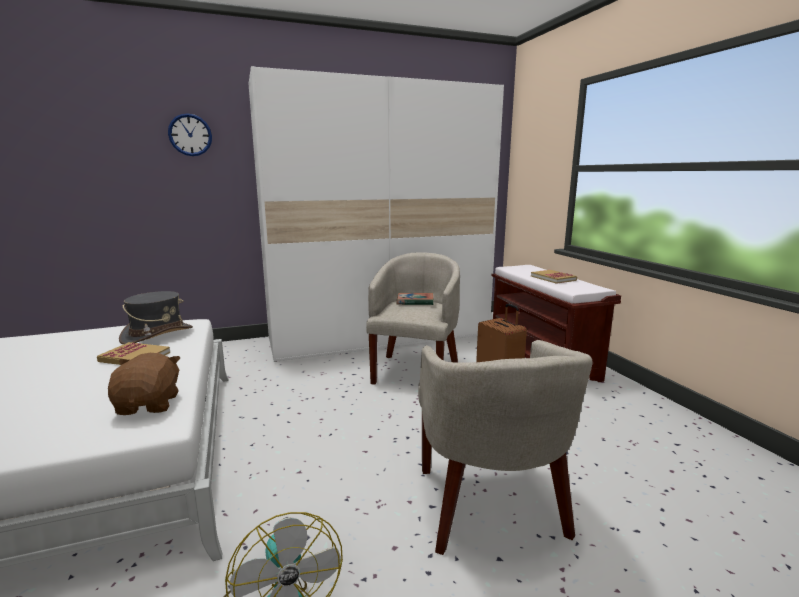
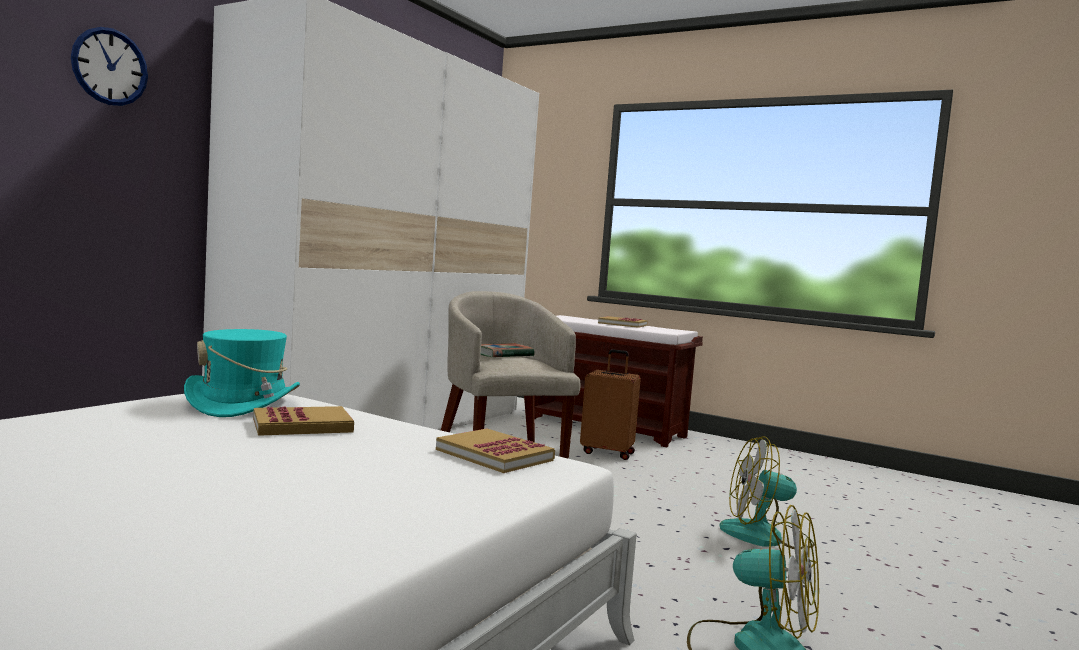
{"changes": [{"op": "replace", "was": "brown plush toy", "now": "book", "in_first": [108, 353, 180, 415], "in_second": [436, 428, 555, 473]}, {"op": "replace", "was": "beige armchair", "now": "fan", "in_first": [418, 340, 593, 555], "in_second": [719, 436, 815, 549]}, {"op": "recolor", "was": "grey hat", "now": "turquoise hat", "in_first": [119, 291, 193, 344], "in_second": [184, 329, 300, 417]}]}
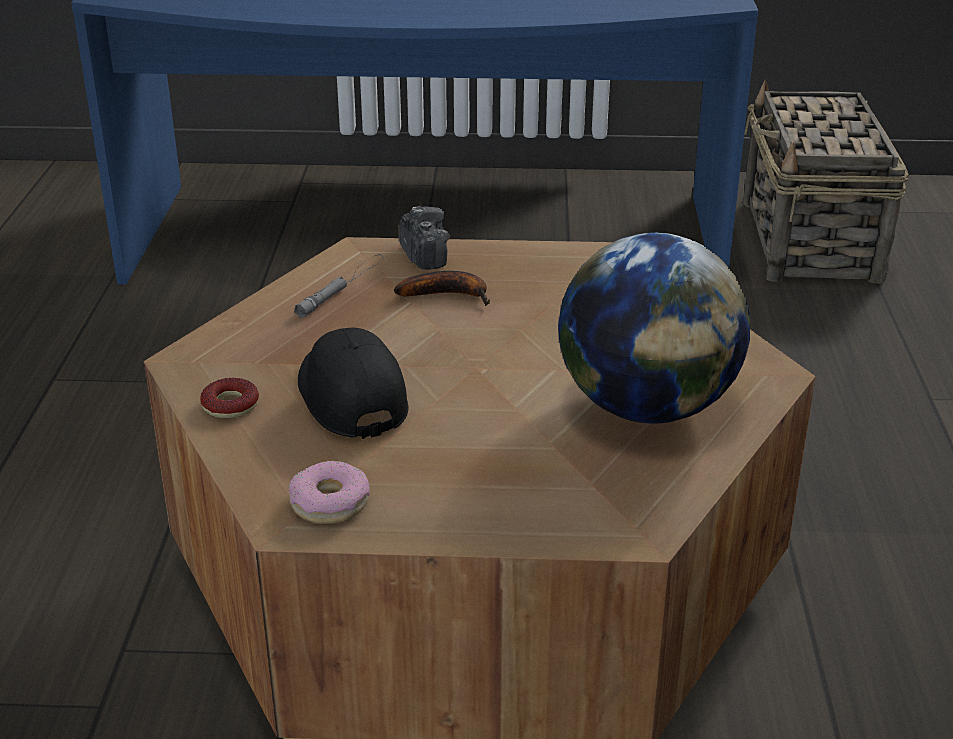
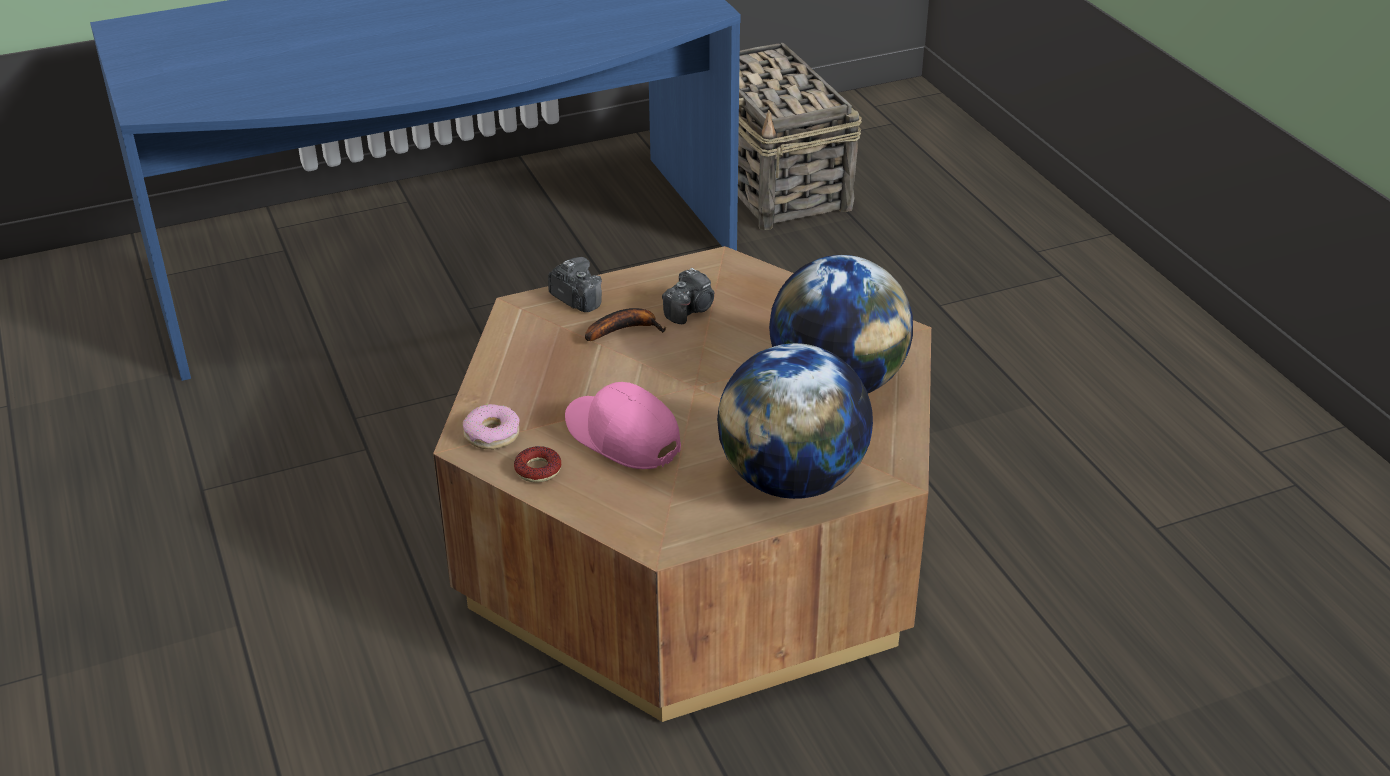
{"changes": [{"op": "delete", "was": "grey flashlight", "in_first": [294, 254, 384, 318]}, {"op": "insert", "now": "photo camera", "in_second": [662, 268, 715, 324]}, {"op": "insert", "now": "globe", "in_second": [717, 343, 873, 499]}, {"op": "move", "was": "donut", "in_first": [289, 461, 370, 524], "in_second": [463, 404, 520, 449]}, {"op": "recolor", "was": "black cap", "now": "pink cap", "in_first": [298, 327, 408, 439], "in_second": [565, 382, 681, 469]}]}
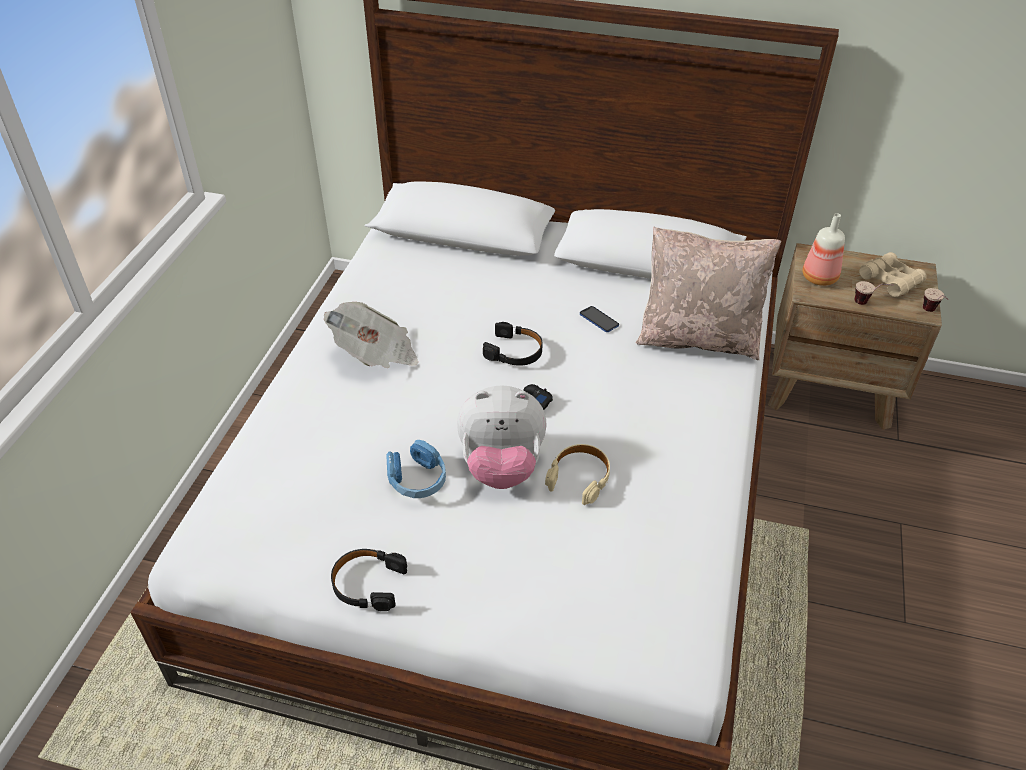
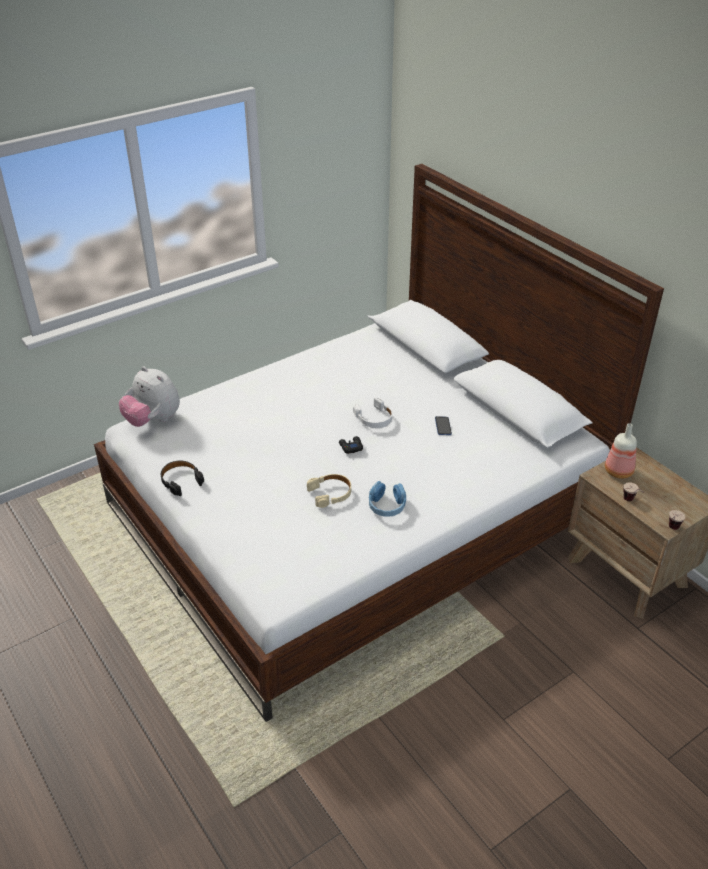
{"changes": [{"op": "delete", "was": "newspaper", "in_first": [324, 302, 419, 368]}, {"op": "delete", "was": "beige pillow", "in_first": [636, 227, 781, 360]}, {"op": "delete", "was": "beige binoculars", "in_first": [859, 252, 927, 297]}, {"op": "move", "was": "blue headphones", "in_first": [386, 440, 446, 498], "in_second": [369, 481, 406, 517]}, {"op": "move", "was": "plush toy", "in_first": [457, 385, 547, 489], "in_second": [119, 366, 180, 427]}, {"op": "recolor", "was": "black headphones", "now": "white headphones", "in_first": [483, 322, 543, 366], "in_second": [353, 397, 392, 428]}]}
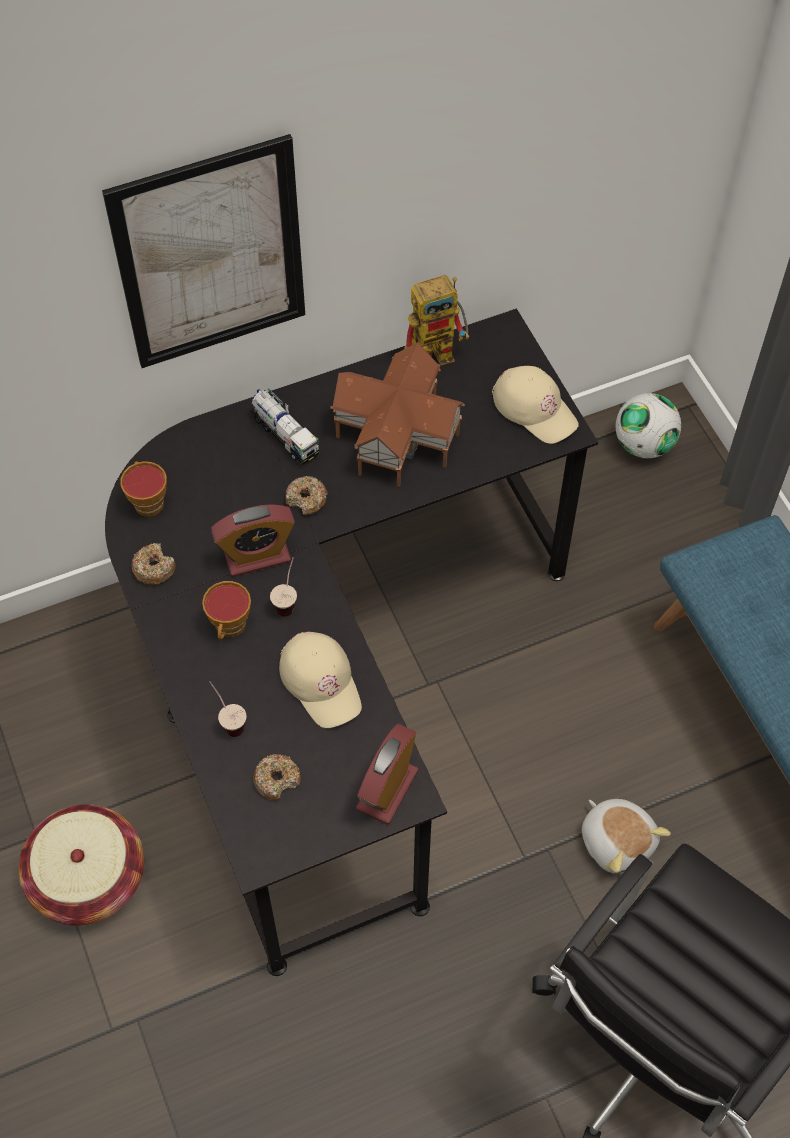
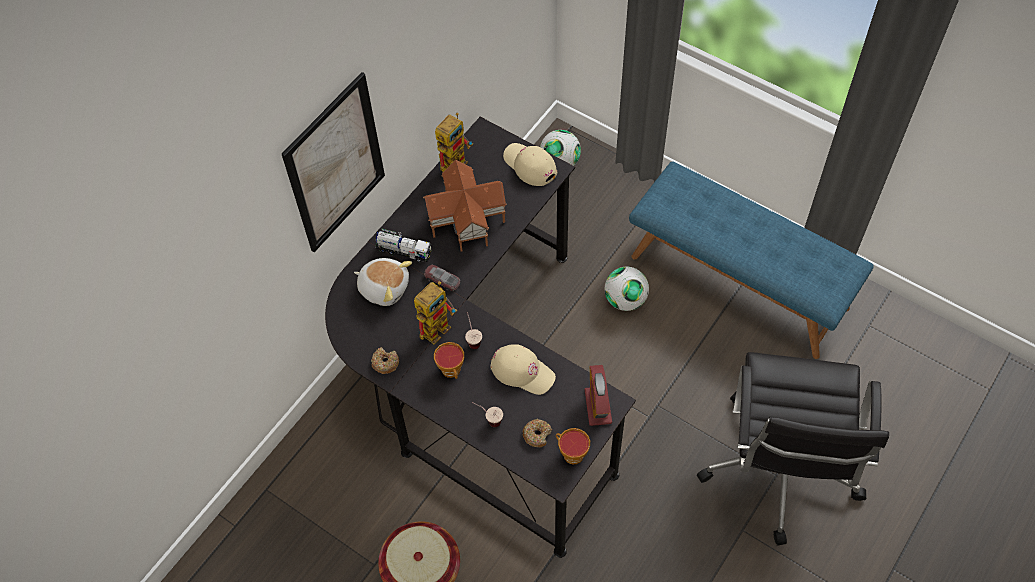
{"changes": [{"op": "insert", "now": "football", "in_second": [605, 267, 649, 311]}, {"op": "move", "was": "cup", "in_first": [120, 461, 167, 517], "in_second": [556, 428, 590, 464]}, {"op": "move", "was": "plush toy", "in_first": [582, 799, 671, 874], "in_second": [354, 258, 412, 306]}, {"op": "replace", "was": "alarm clock", "now": "toy robot", "in_first": [211, 504, 295, 577], "in_second": [414, 281, 457, 344]}, {"op": "replace", "was": "donut", "now": "toy car", "in_first": [286, 476, 328, 515], "in_second": [424, 265, 461, 291]}, {"op": "rotate", "was": "beige cap", "in_first": [492, 366, 579, 444], "in_second": [503, 143, 557, 186], "clockwise": -150}]}
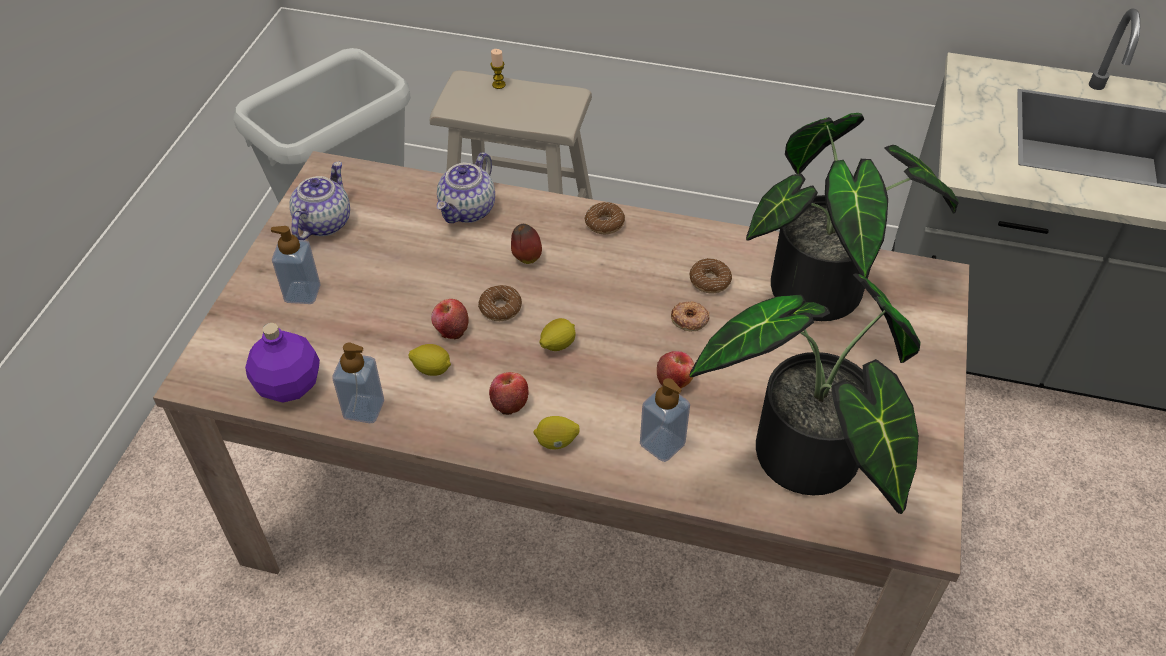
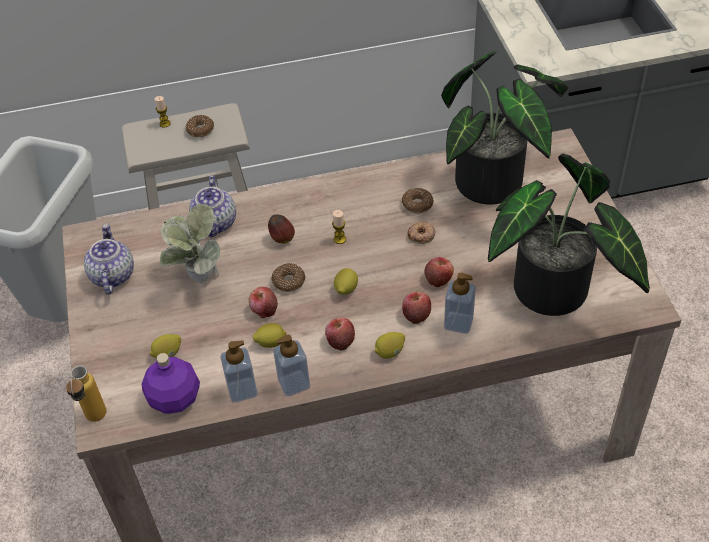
{"changes": [{"op": "insert", "now": "bottle", "in_second": [66, 365, 106, 422]}, {"op": "insert", "now": "lemon", "in_second": [150, 334, 181, 359]}, {"op": "insert", "now": "potted plant", "in_second": [160, 204, 220, 283]}, {"op": "insert", "now": "candle", "in_second": [332, 210, 346, 244]}, {"op": "insert", "now": "apple", "in_second": [402, 292, 431, 324]}, {"op": "move", "was": "soap dispenser", "in_first": [271, 226, 321, 304], "in_second": [273, 334, 310, 396]}, {"op": "move", "was": "donut", "in_first": [584, 202, 625, 234], "in_second": [185, 115, 214, 137]}]}
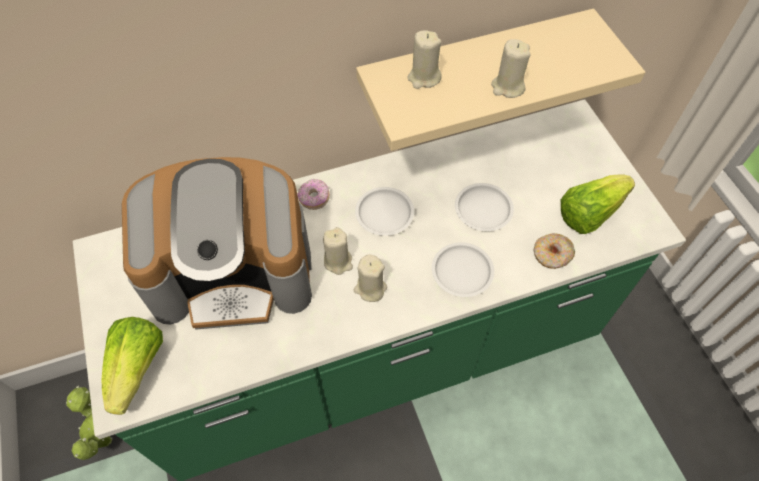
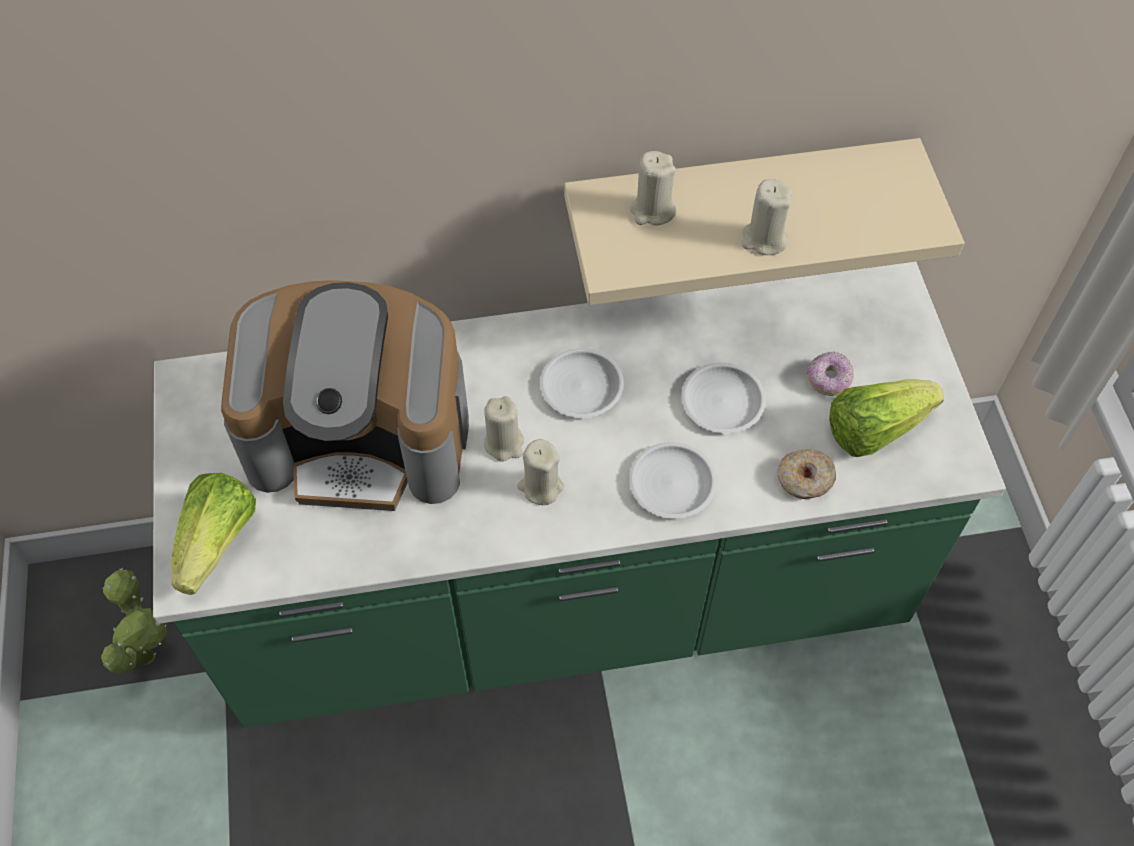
{"changes": [{"op": "move", "was": "donut", "in_first": [298, 179, 330, 210], "in_second": [806, 351, 854, 396]}]}
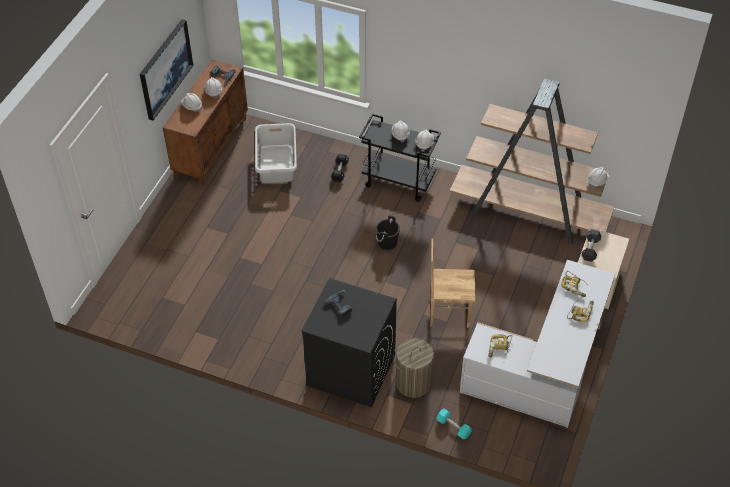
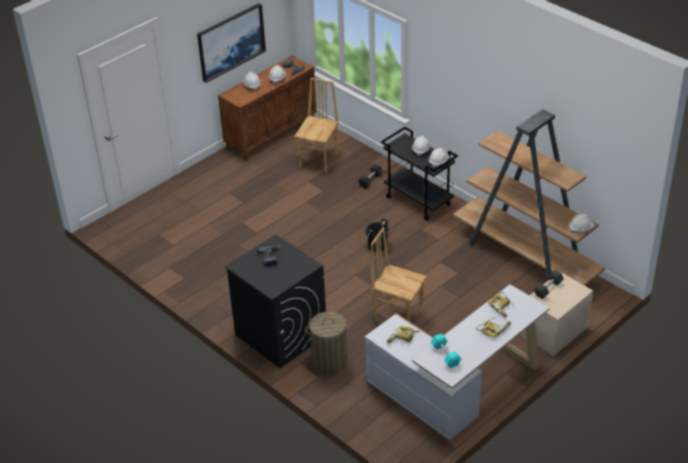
{"changes": [{"op": "move", "was": "turquoise dumbbell", "in_first": [436, 409, 472, 439], "in_second": [431, 333, 461, 368]}, {"op": "replace", "was": "grey laundry basket", "now": "brown chair", "in_first": [255, 123, 297, 183], "in_second": [294, 78, 339, 173]}]}
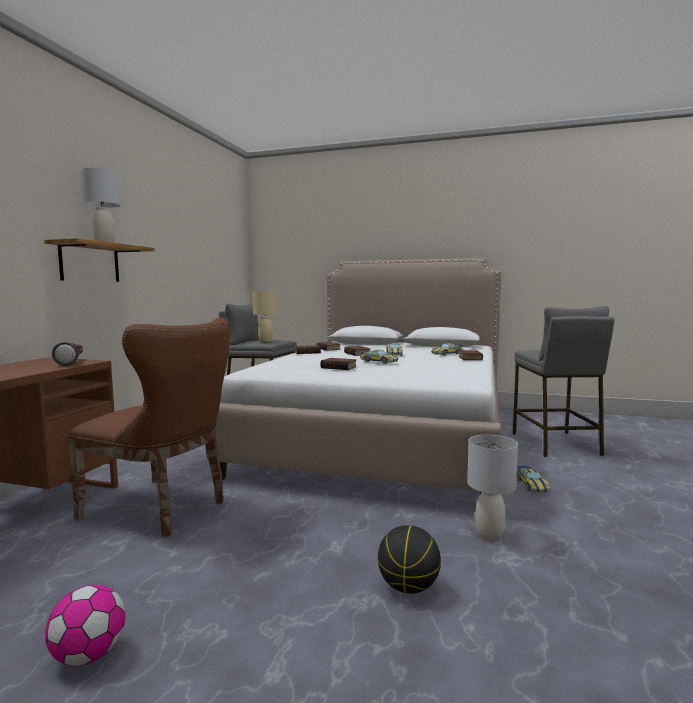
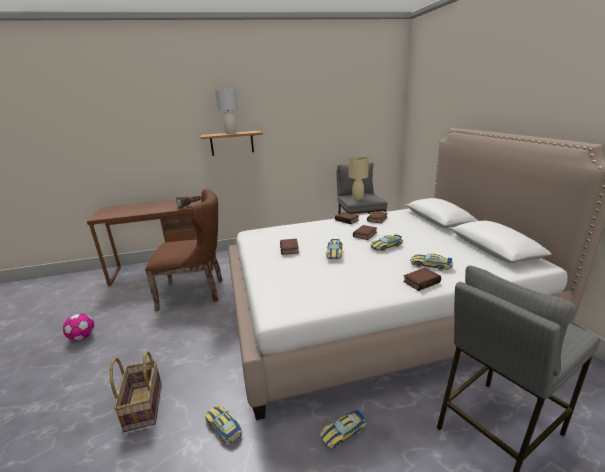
{"changes": [{"op": "replace", "was": "basketball", "now": "basket", "in_first": [378, 525, 441, 594], "in_second": [110, 351, 162, 432]}, {"op": "replace", "was": "grey table lamp", "now": "toy car", "in_first": [467, 435, 518, 541], "in_second": [205, 405, 242, 444]}, {"op": "rotate", "was": "brown chair", "in_first": [67, 318, 230, 537], "in_second": [145, 189, 222, 311], "clockwise": -90}]}
